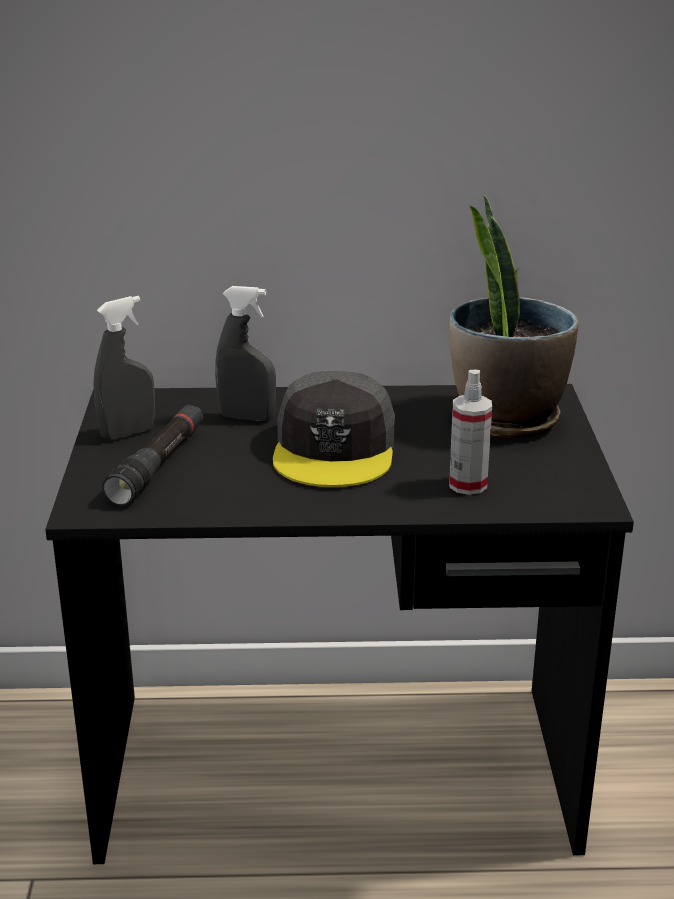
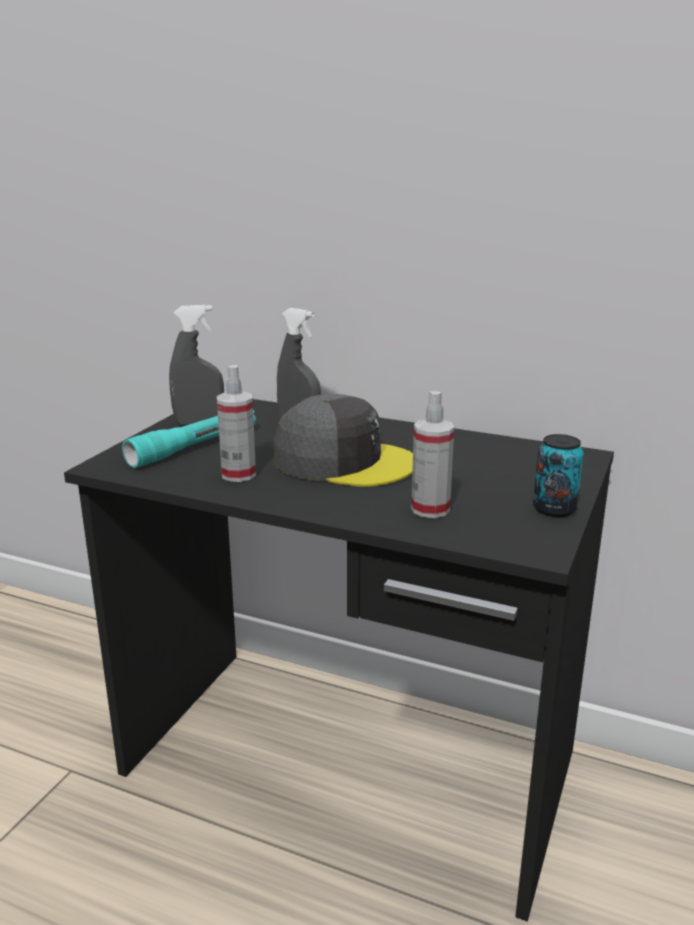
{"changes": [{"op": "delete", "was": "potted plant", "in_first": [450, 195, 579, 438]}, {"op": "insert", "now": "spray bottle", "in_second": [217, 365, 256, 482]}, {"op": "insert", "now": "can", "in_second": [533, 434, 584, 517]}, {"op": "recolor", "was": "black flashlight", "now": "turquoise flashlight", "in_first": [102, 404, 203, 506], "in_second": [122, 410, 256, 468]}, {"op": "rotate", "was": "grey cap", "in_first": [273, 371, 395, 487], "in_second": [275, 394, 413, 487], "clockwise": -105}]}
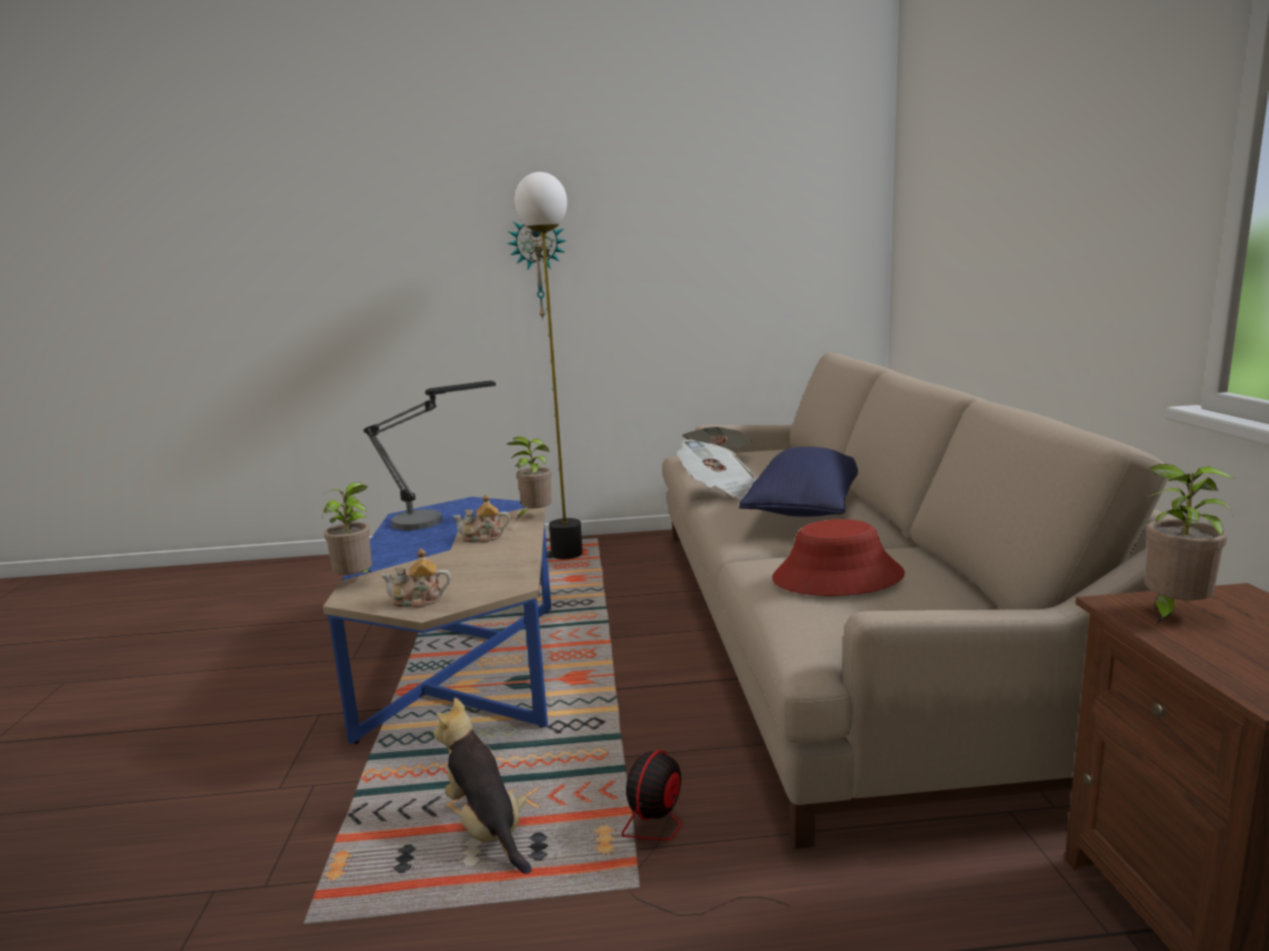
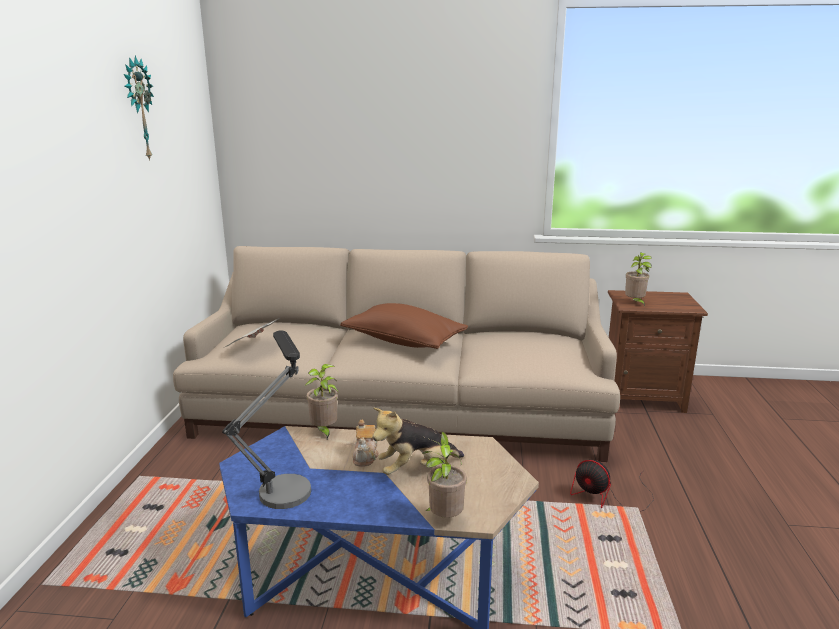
{"changes": [{"op": "delete", "was": "teapot", "in_first": [381, 549, 451, 608]}, {"op": "delete", "was": "floor lamp", "in_first": [514, 172, 583, 559]}, {"op": "delete", "was": "newspaper", "in_first": [677, 440, 756, 499]}, {"op": "delete", "was": "red hat", "in_first": [772, 519, 905, 596]}, {"op": "move", "was": "plush toy", "in_first": [434, 698, 532, 874], "in_second": [372, 408, 464, 475]}, {"op": "move", "was": "wall clock", "in_first": [507, 222, 566, 320], "in_second": [124, 55, 154, 161]}, {"op": "recolor", "was": "blue pillow", "now": "brown pillow", "in_first": [739, 447, 858, 517], "in_second": [340, 303, 468, 349]}]}
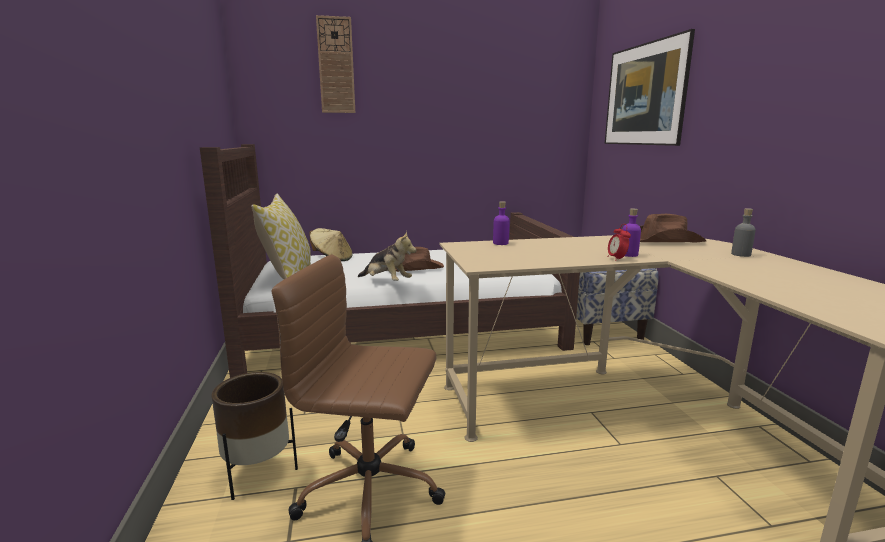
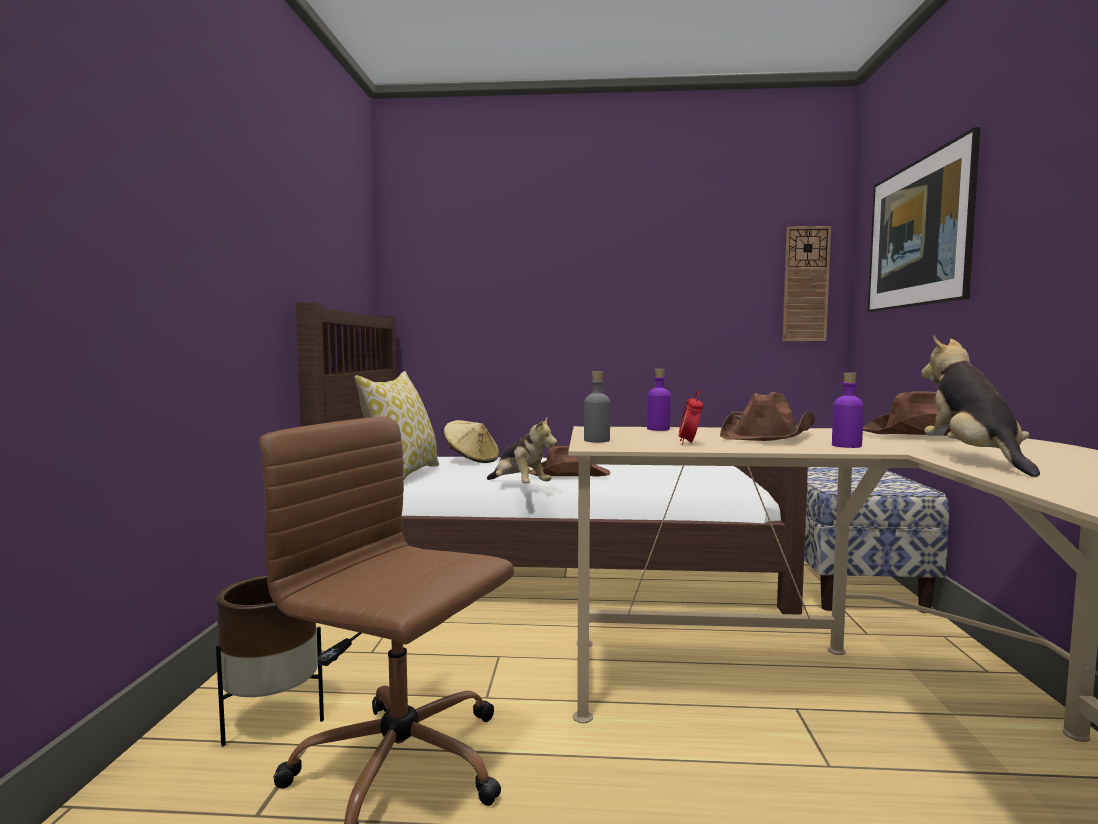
{"changes": [{"op": "insert", "now": "brown hat", "in_second": [720, 392, 815, 441]}, {"op": "insert", "now": "plush toy", "in_second": [922, 335, 1040, 477]}, {"op": "move", "was": "wall clock", "in_first": [316, 15, 355, 113], "in_second": [782, 226, 831, 341]}, {"op": "move", "was": "alarm clock", "in_first": [607, 224, 631, 261], "in_second": [679, 390, 704, 445]}, {"op": "move", "was": "grey bottle", "in_first": [731, 208, 756, 257], "in_second": [584, 371, 610, 442]}]}
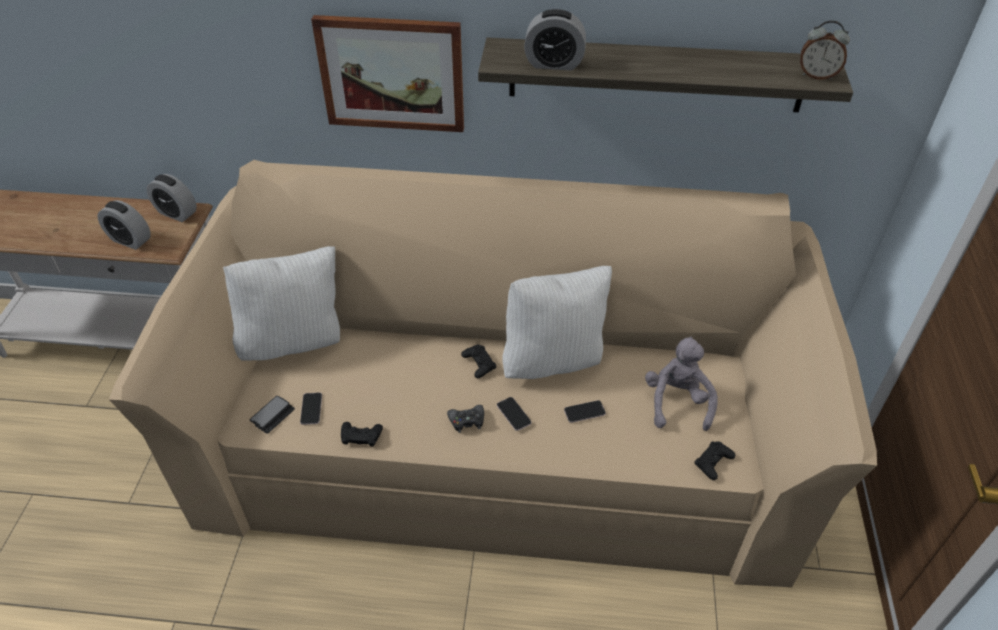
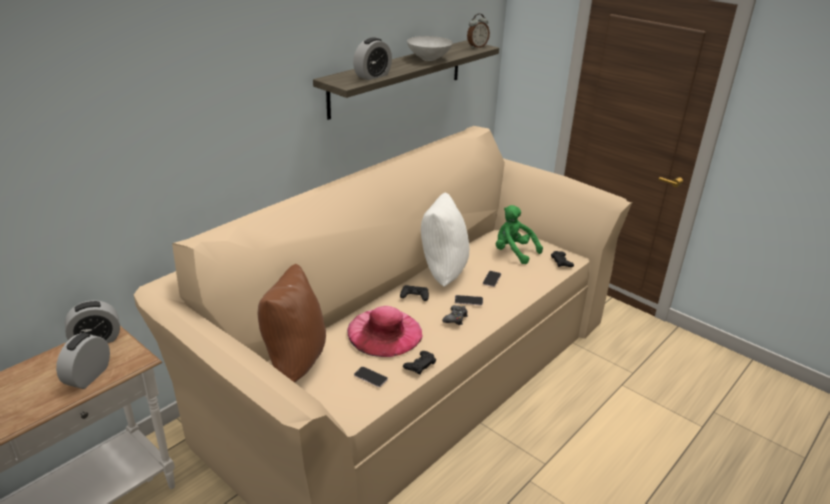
{"changes": [{"op": "delete", "was": "phone", "in_first": [250, 396, 295, 434]}, {"op": "delete", "was": "picture", "in_first": [311, 15, 464, 132]}, {"op": "insert", "now": "pink hat", "in_second": [347, 306, 422, 357]}, {"op": "insert", "now": "grey bowl", "in_second": [407, 36, 453, 61]}, {"op": "recolor", "was": "white pillow", "now": "brown pillow", "in_first": [223, 246, 340, 361], "in_second": [257, 264, 326, 383]}, {"op": "recolor", "was": "grey plush toy", "now": "green plush toy", "in_first": [645, 337, 718, 431], "in_second": [496, 205, 543, 264]}, {"op": "rotate", "was": "alarm clock", "in_first": [98, 200, 151, 250], "in_second": [56, 333, 110, 389], "clockwise": 135}]}
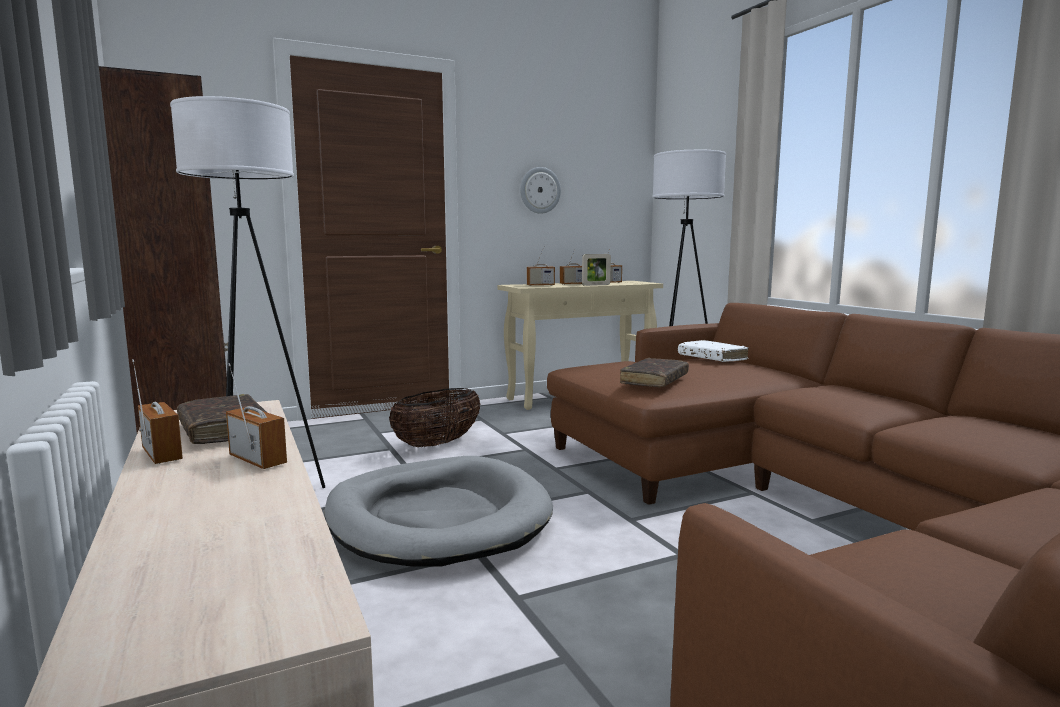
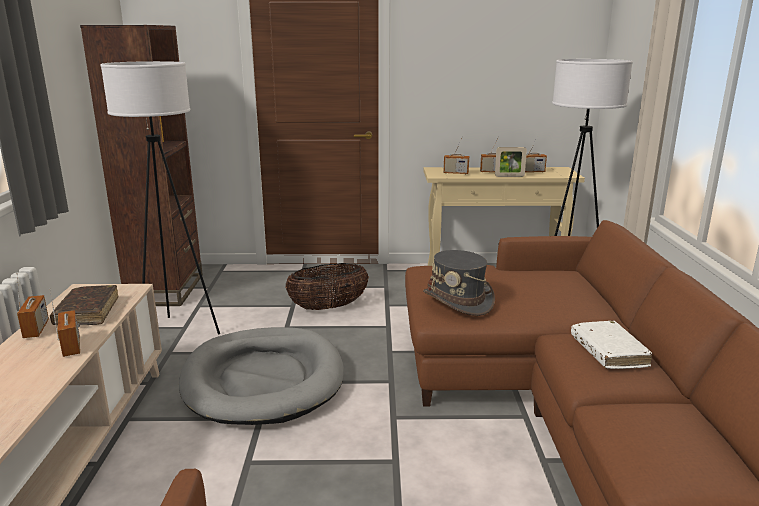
{"changes": [{"op": "delete", "was": "wall clock", "in_first": [520, 167, 561, 214]}, {"op": "move", "was": "white book", "in_first": [678, 340, 749, 362], "in_second": [571, 321, 652, 369]}, {"op": "replace", "was": "brown book", "now": "grey hat", "in_first": [620, 358, 689, 388], "in_second": [423, 250, 495, 316]}]}
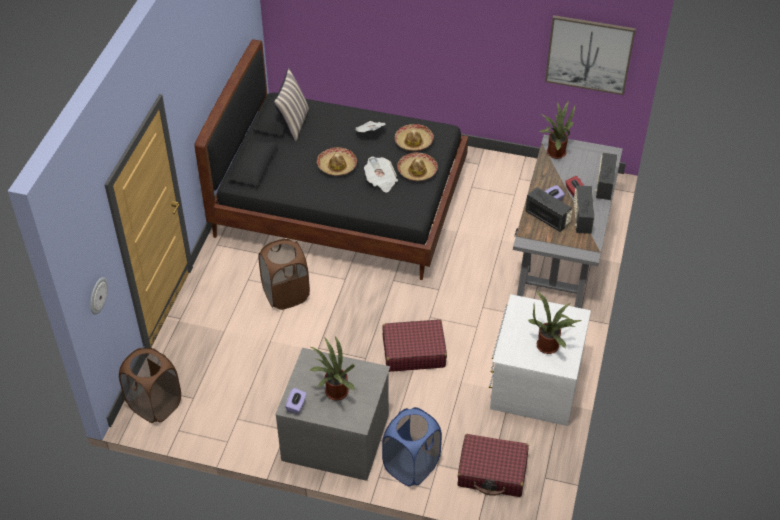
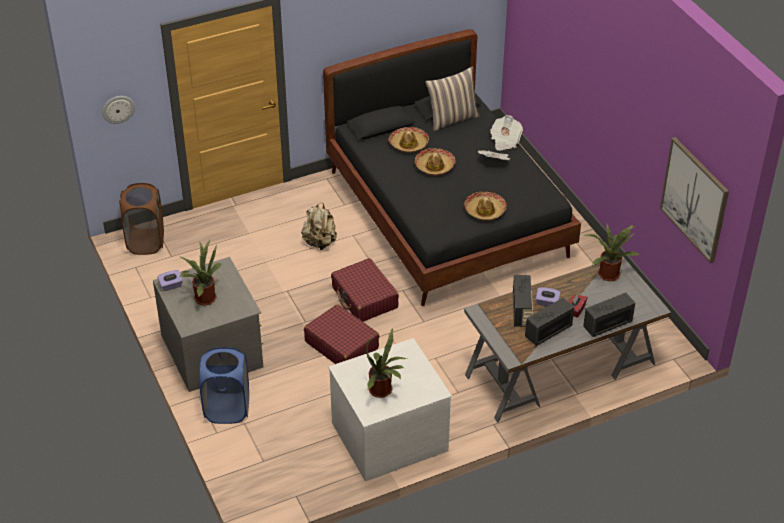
{"changes": [{"op": "move", "was": "newspaper", "in_first": [364, 156, 398, 193], "in_second": [490, 115, 523, 150]}, {"op": "move", "was": "hat", "in_first": [395, 124, 434, 151], "in_second": [389, 127, 429, 153]}, {"op": "move", "was": "red suitcase", "in_first": [457, 434, 529, 497], "in_second": [331, 258, 399, 322]}, {"op": "replace", "was": "brown laundry basket", "now": "beige backpack", "in_first": [258, 239, 310, 310], "in_second": [301, 203, 337, 250]}]}
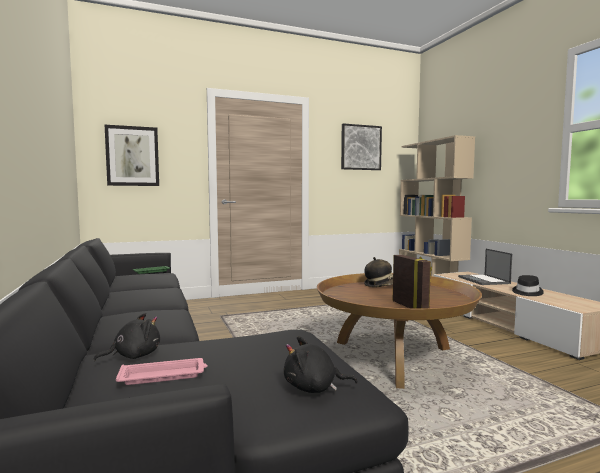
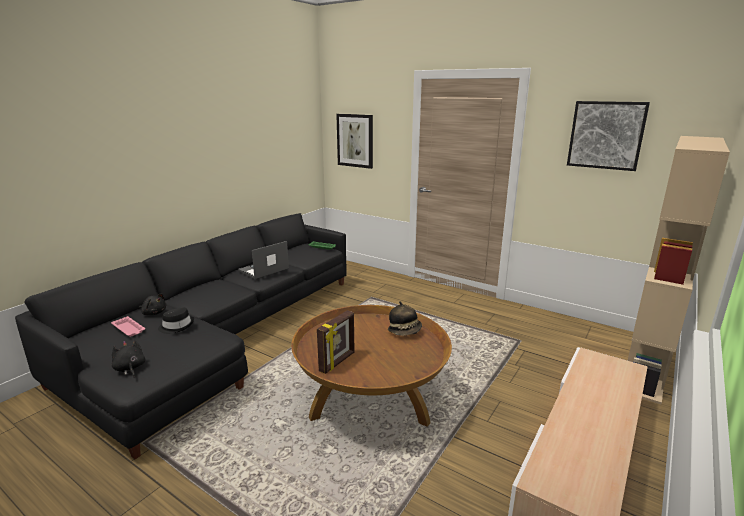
{"changes": [{"op": "move", "was": "laptop", "in_first": [458, 249, 512, 285], "in_second": [238, 241, 289, 279]}, {"op": "move", "was": "black hat", "in_first": [512, 275, 544, 296], "in_second": [158, 307, 194, 334]}]}
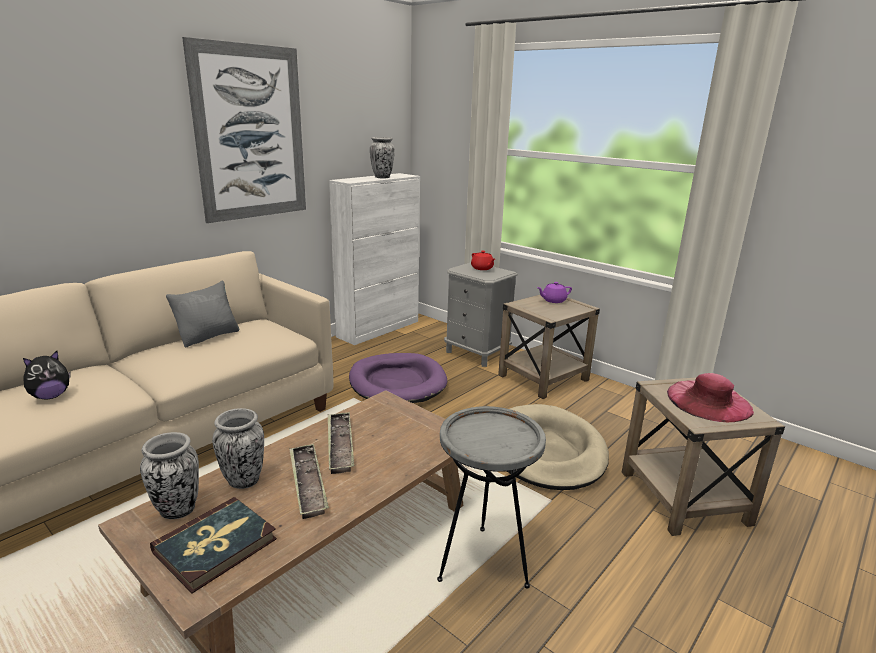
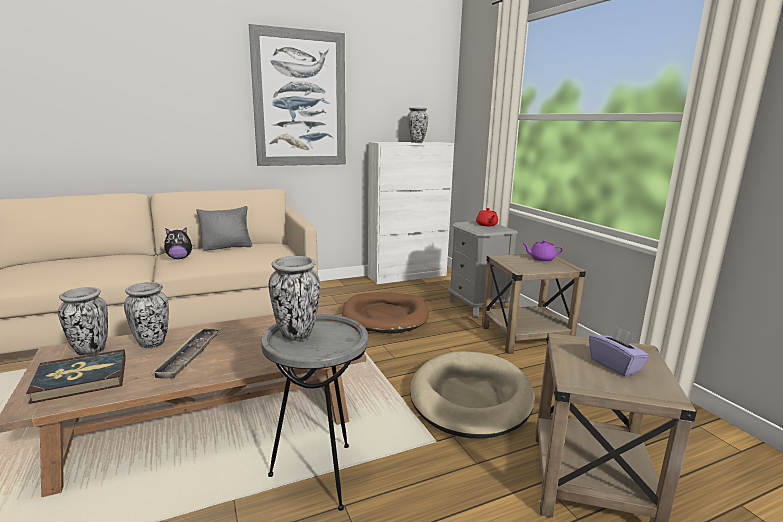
{"changes": [{"op": "delete", "was": "tray", "in_first": [328, 412, 355, 474]}, {"op": "insert", "now": "vase", "in_second": [269, 256, 320, 341]}, {"op": "move", "was": "plush toy", "in_first": [23, 351, 70, 400], "in_second": [164, 228, 195, 259]}, {"op": "replace", "was": "pink hat", "now": "purple tissue box", "in_first": [667, 373, 754, 422], "in_second": [589, 326, 650, 377]}, {"op": "recolor", "was": "purple dog bed", "now": "brown dog bed", "in_first": [349, 353, 447, 403], "in_second": [342, 292, 429, 334]}]}
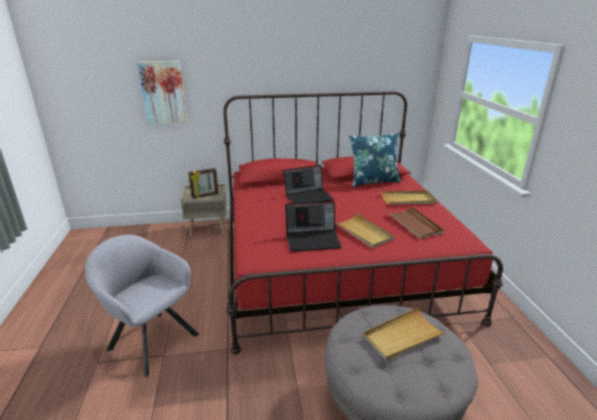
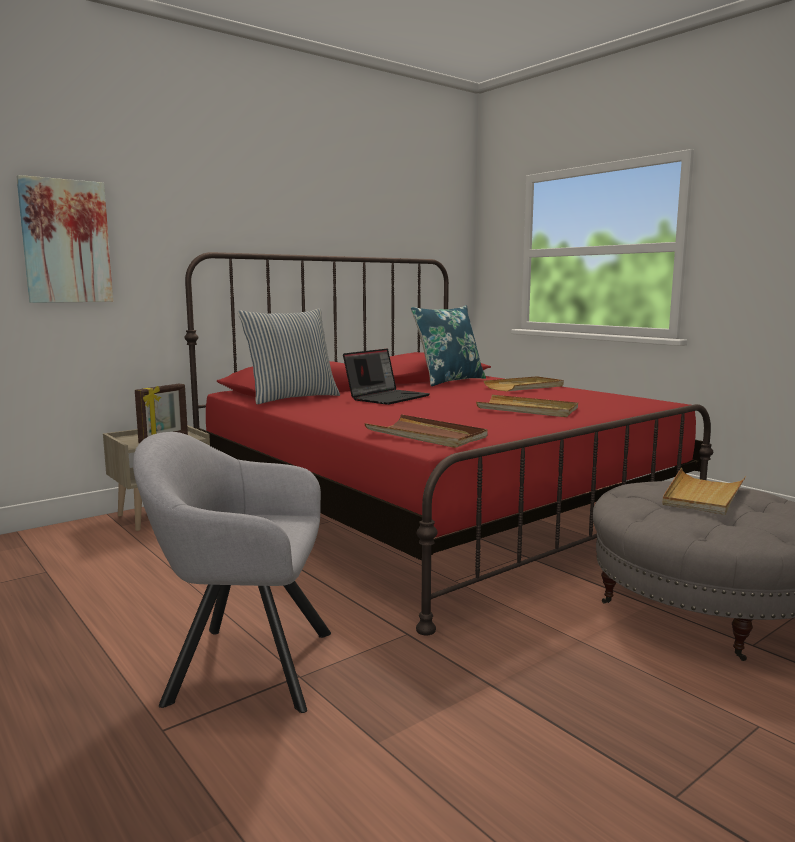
{"changes": [{"op": "delete", "was": "laptop", "in_first": [285, 201, 342, 252]}, {"op": "insert", "now": "pillow", "in_second": [238, 308, 340, 404]}, {"op": "move", "was": "brown tray", "in_first": [387, 206, 444, 239], "in_second": [364, 415, 488, 448]}]}
